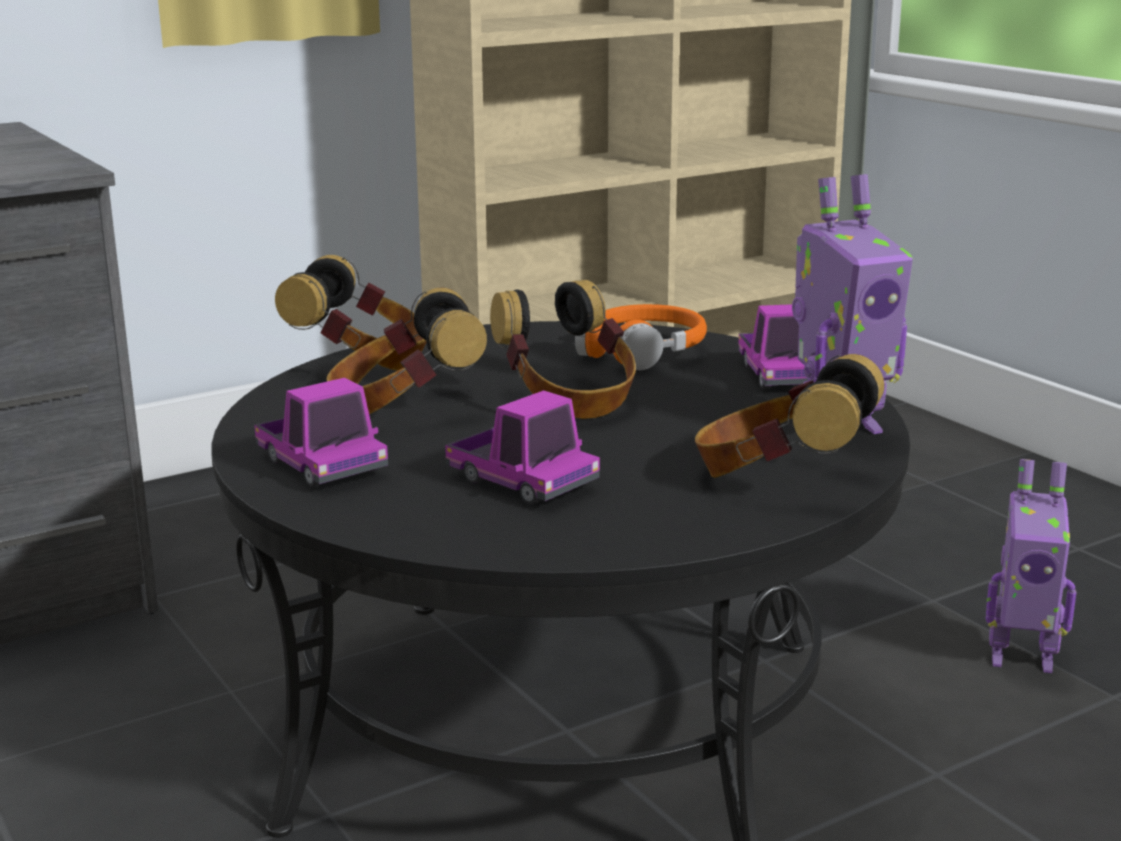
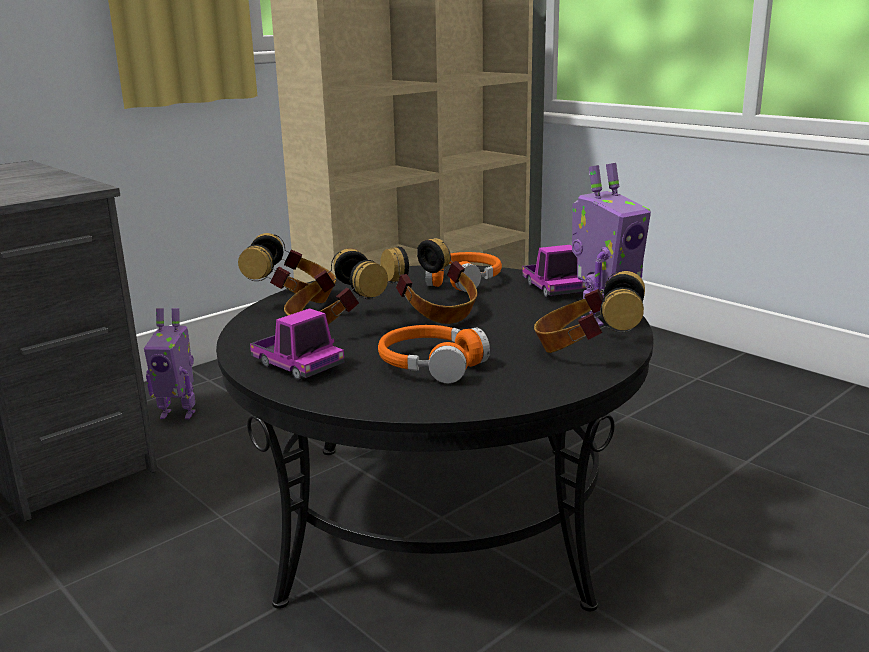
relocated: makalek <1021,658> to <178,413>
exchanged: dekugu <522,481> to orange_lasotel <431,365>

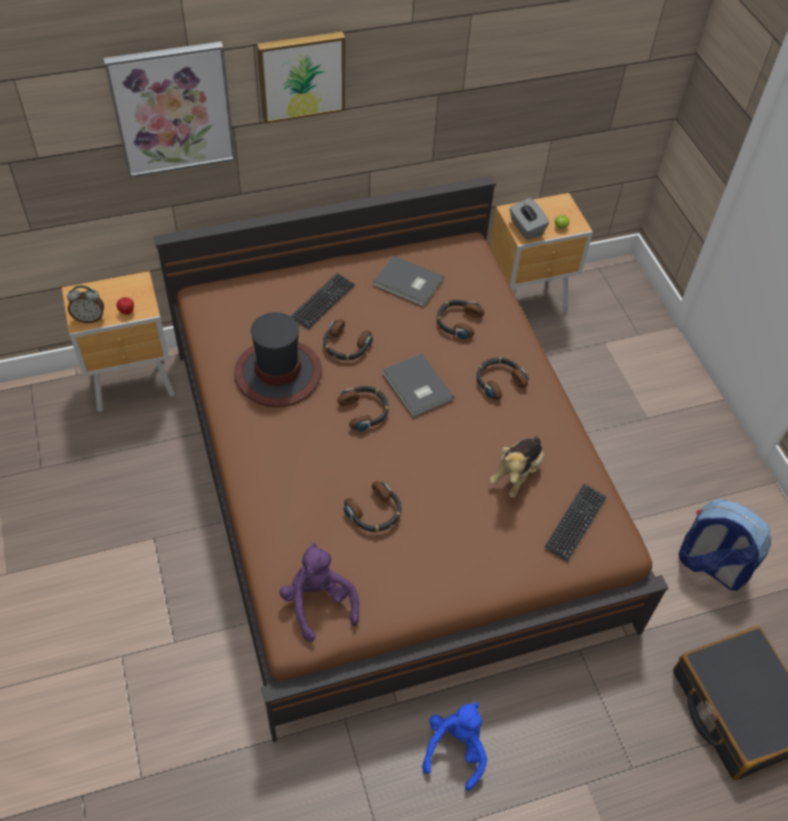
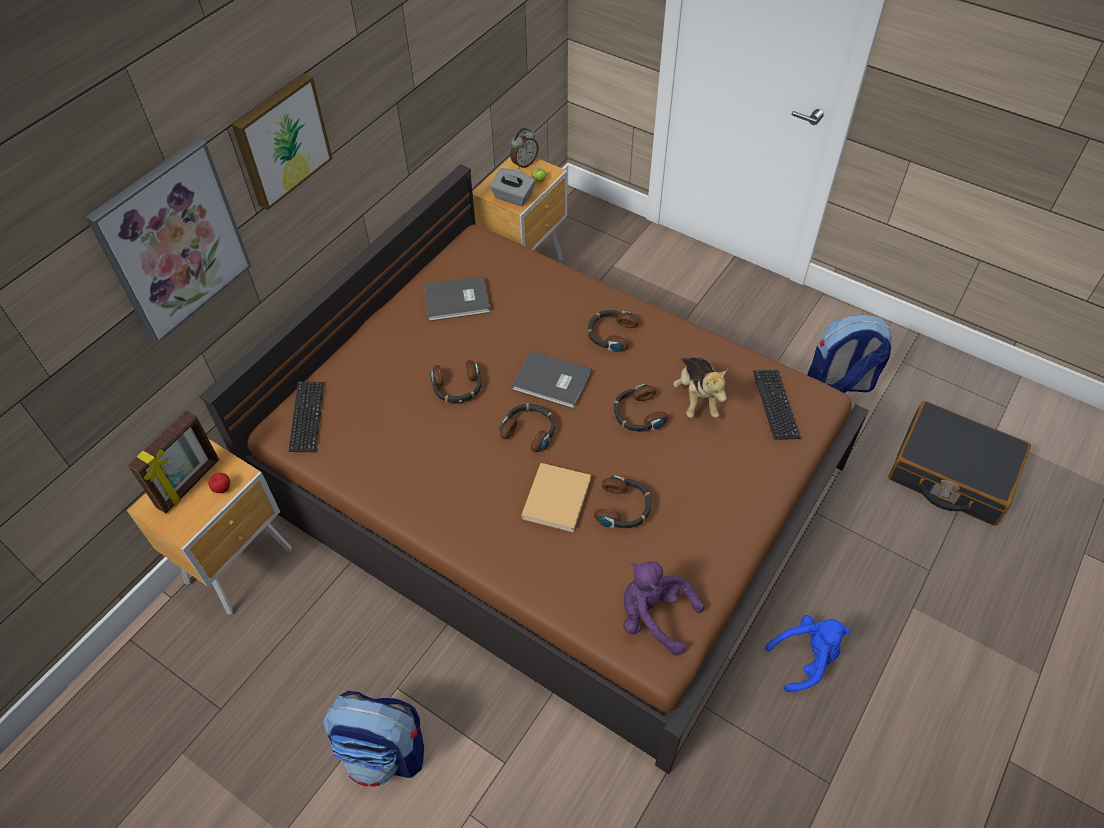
missing: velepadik <278,373>
appeared: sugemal <189,484>; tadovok <384,752>; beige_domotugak <557,497>
relocated: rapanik <323,302> to <307,417>; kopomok <89,318> to <524,163>; lasotel <457,322> to <637,414>
spun: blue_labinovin <456,749> = <805,659> 90 degrees clockwise

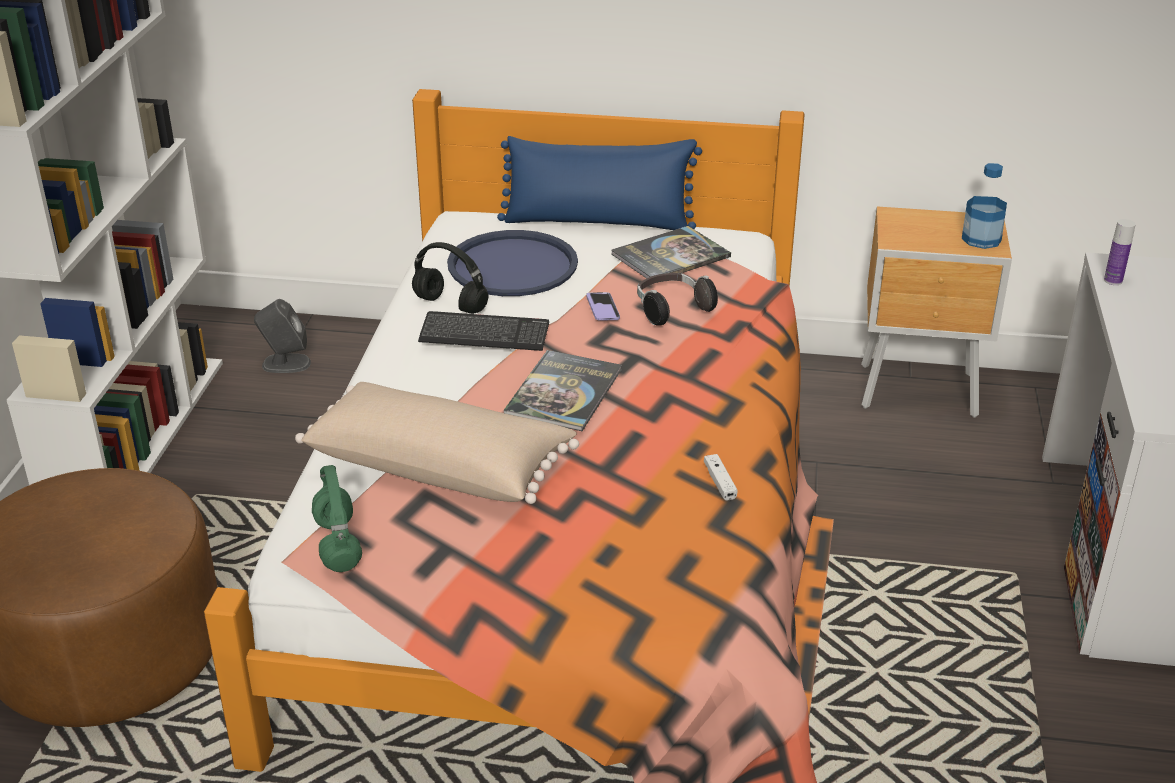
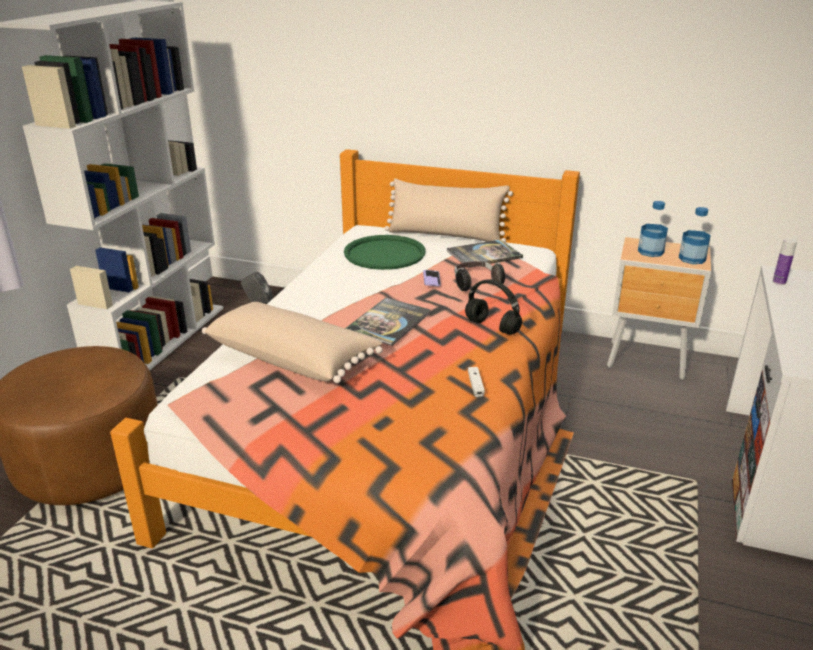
missing: green_lasotel <337,544>; rapanik <484,334>
appeared: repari <650,252>
relocated: black_lasotel <452,305> to <493,327>
colour: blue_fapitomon <513,265> to green_fapitomon <385,253>; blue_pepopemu <598,222> to beige_pepopemu <445,235>

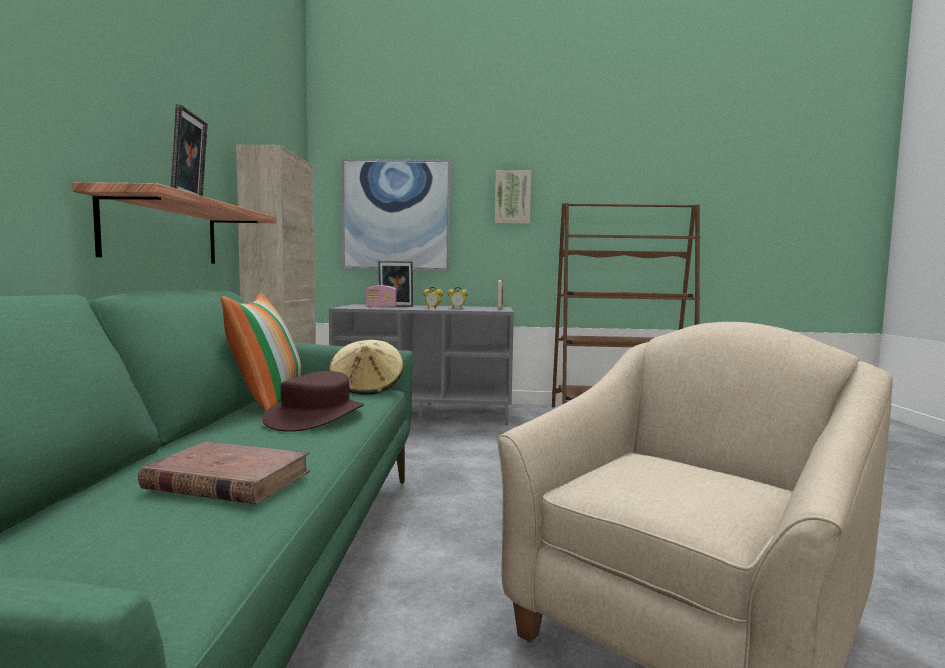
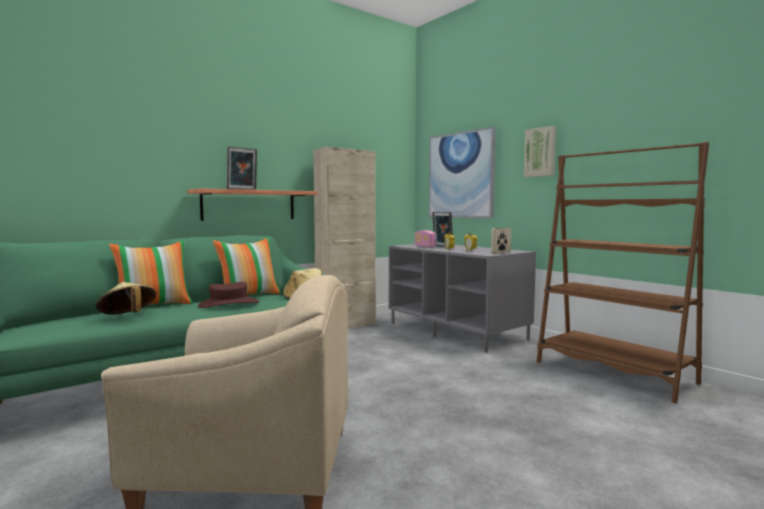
appeared: pepopemu <154,306>
exchanged: brown_domotugak <227,480> to beige_velepadik <127,317>

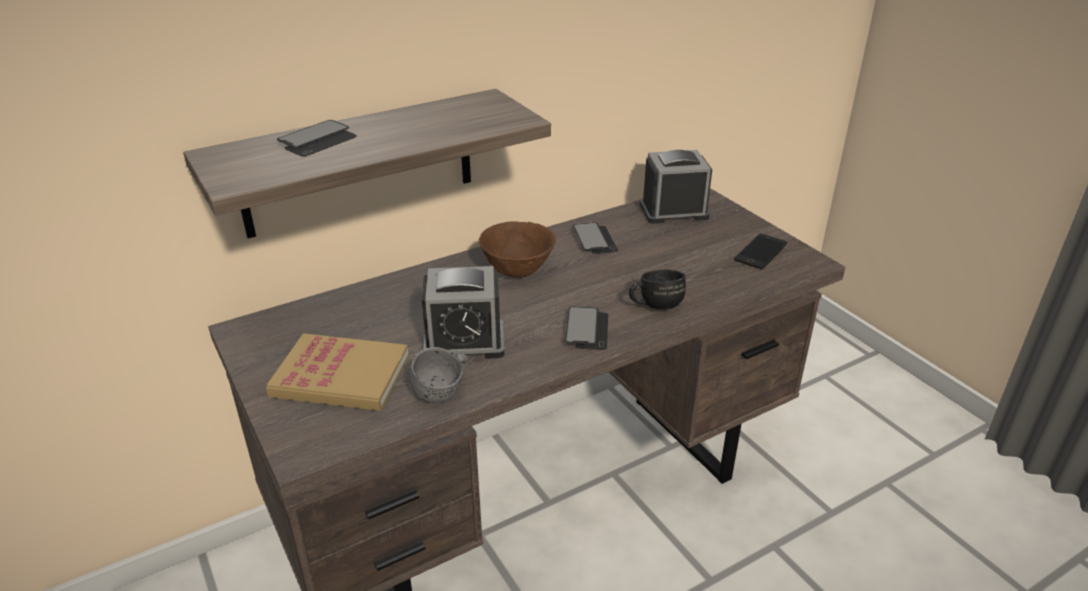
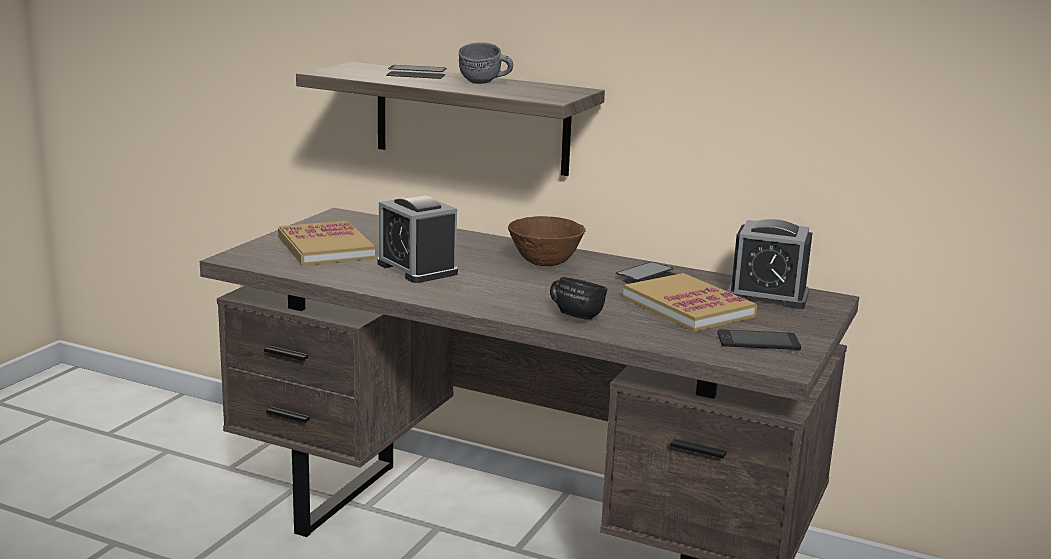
missing: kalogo <587,330>
appeared: domotugak <688,307>
relocated: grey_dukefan <444,393> to <485,83>
spun: kopomok <673,211> = <767,295> 150 degrees clockwise

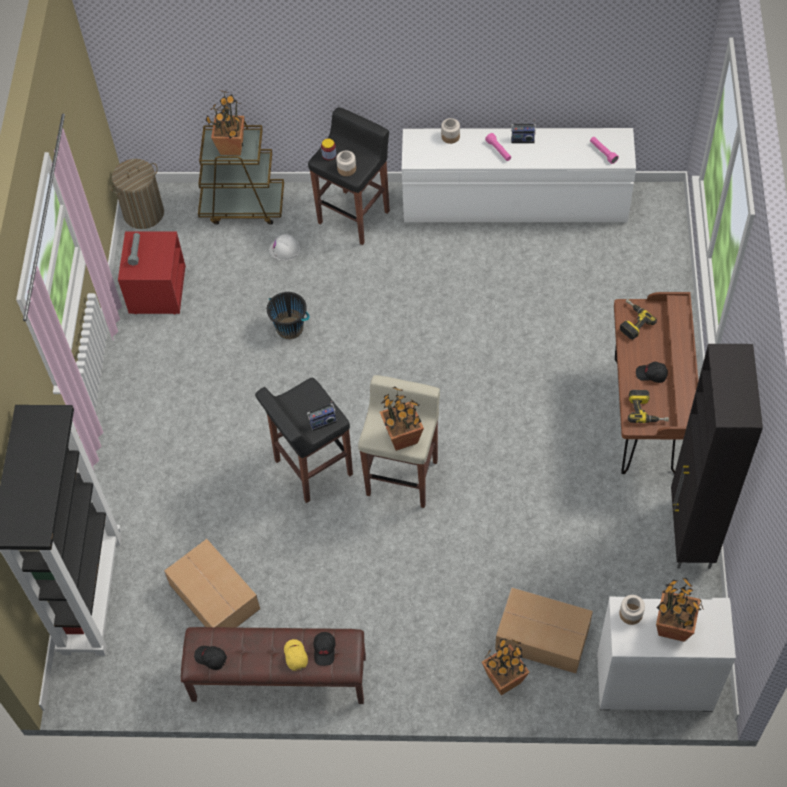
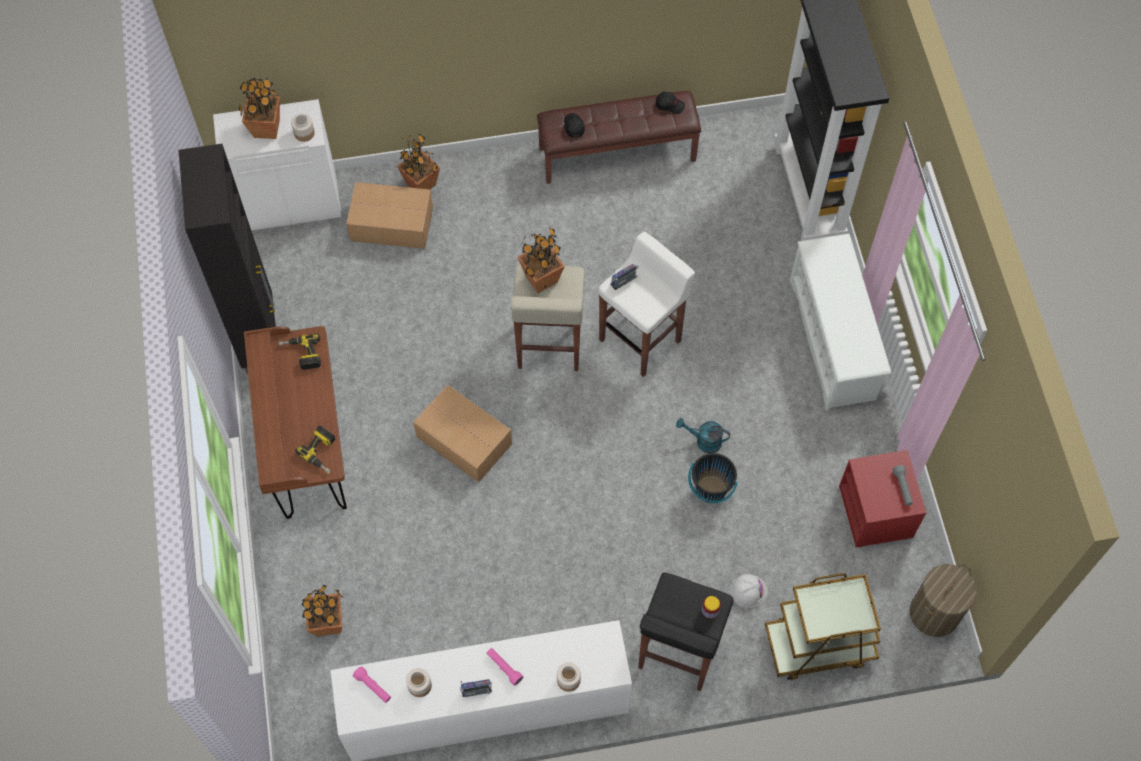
missing: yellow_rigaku <295,656>; black_rigaku <651,375>
appeared: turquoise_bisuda <703,441>; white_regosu <832,340>
relocated: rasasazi <231,147> to <328,623>; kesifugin <346,169> to <420,686>; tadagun <214,595> to <464,441>
colour: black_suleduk <312,468> to white_suleduk <641,340>

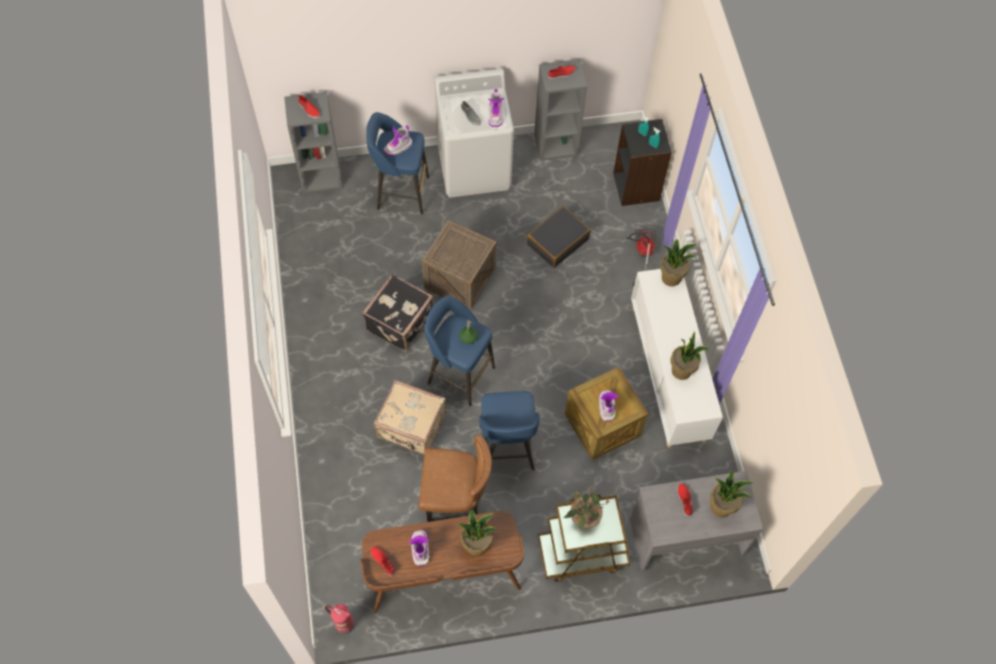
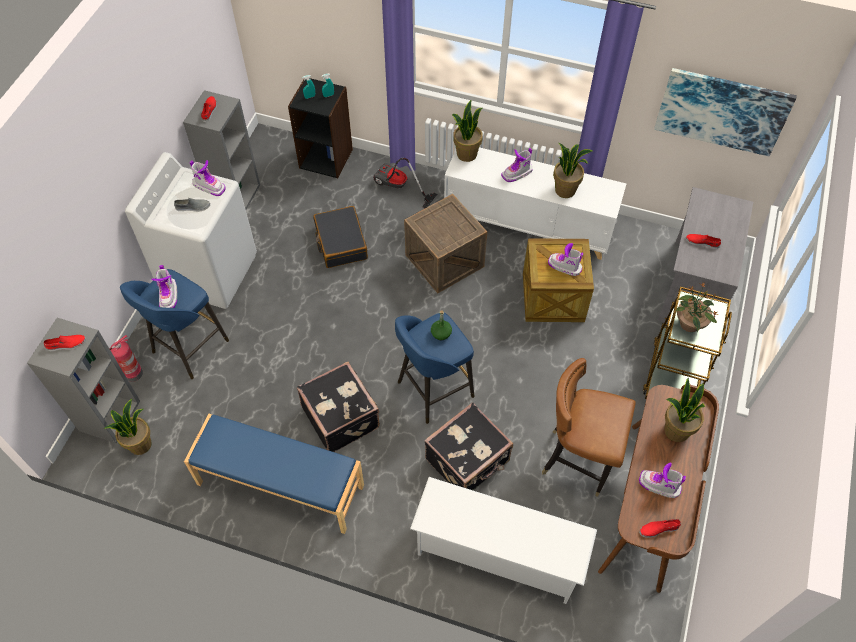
missing: blue_suleduk <506,449>
appeared: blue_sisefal <280,485>; white_regosu <498,554>; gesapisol <517,173>; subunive <722,111>
relocated: rasasazi <721,506> to <140,444>; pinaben <343,624> to <132,374>; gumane <459,278> to <444,260>
colour: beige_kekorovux <411,427> to black_kekorovux <468,461>
spun: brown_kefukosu <456,507> = <578,460> 105 degrees counterclockwise

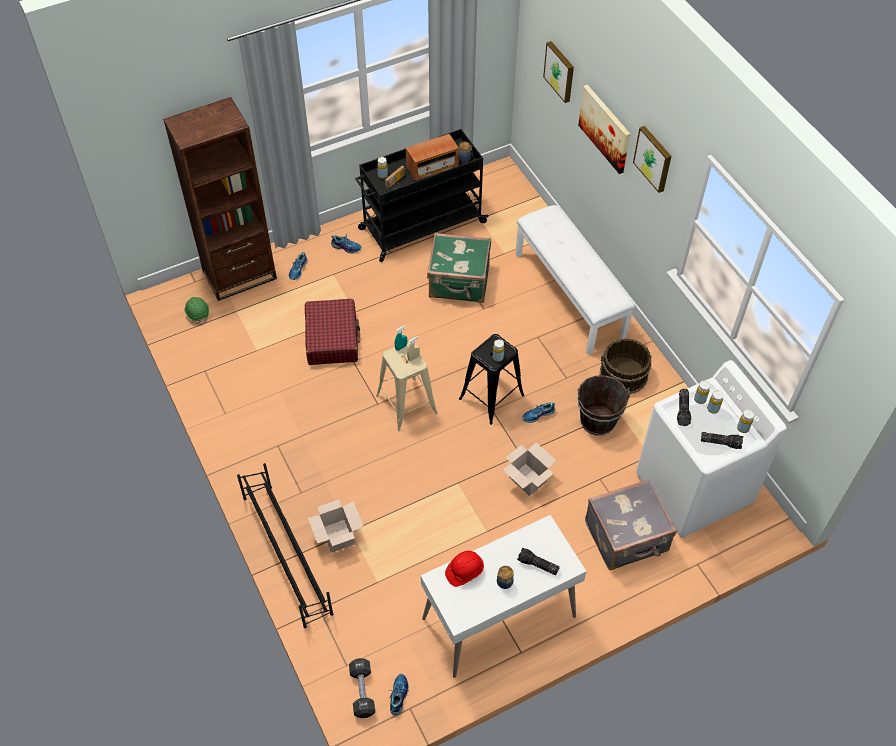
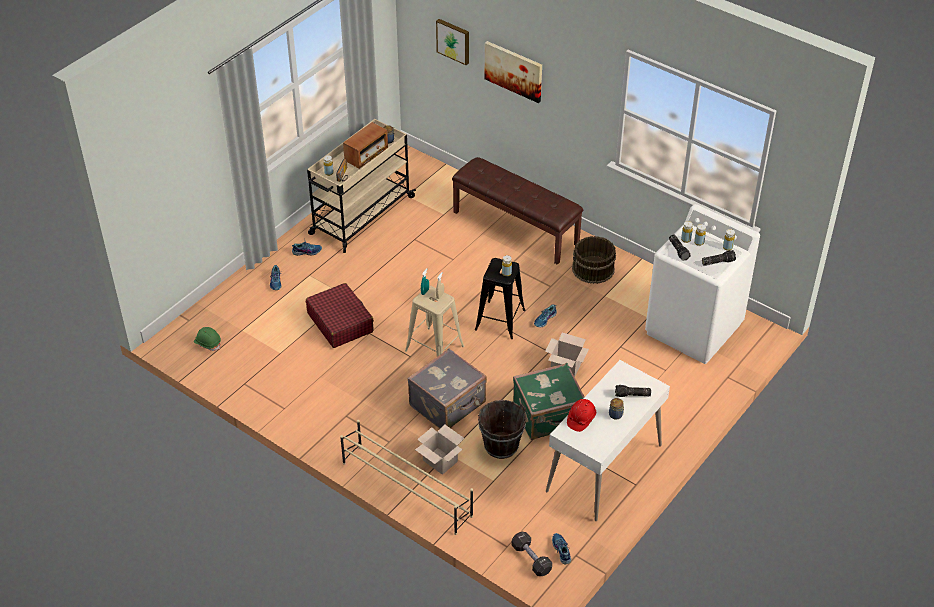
missing: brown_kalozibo <239,275>; subunive <654,158>
relocated: grey_kekorovux <627,538> to <448,405>; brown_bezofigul <597,421> to <501,446>; green_kekorovux <459,283> to <549,417>
colour: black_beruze <421,226> to beige_beruze <361,216>; black_regosu <287,553> to beige_regosu <406,489>; white_sisefal <570,295> to brown_sisefal <516,227>

